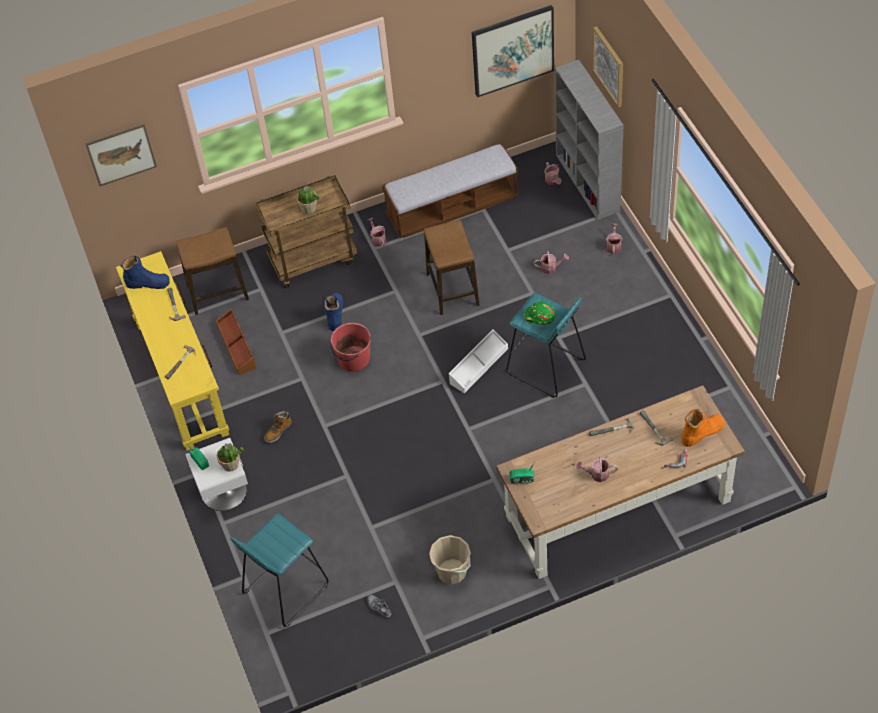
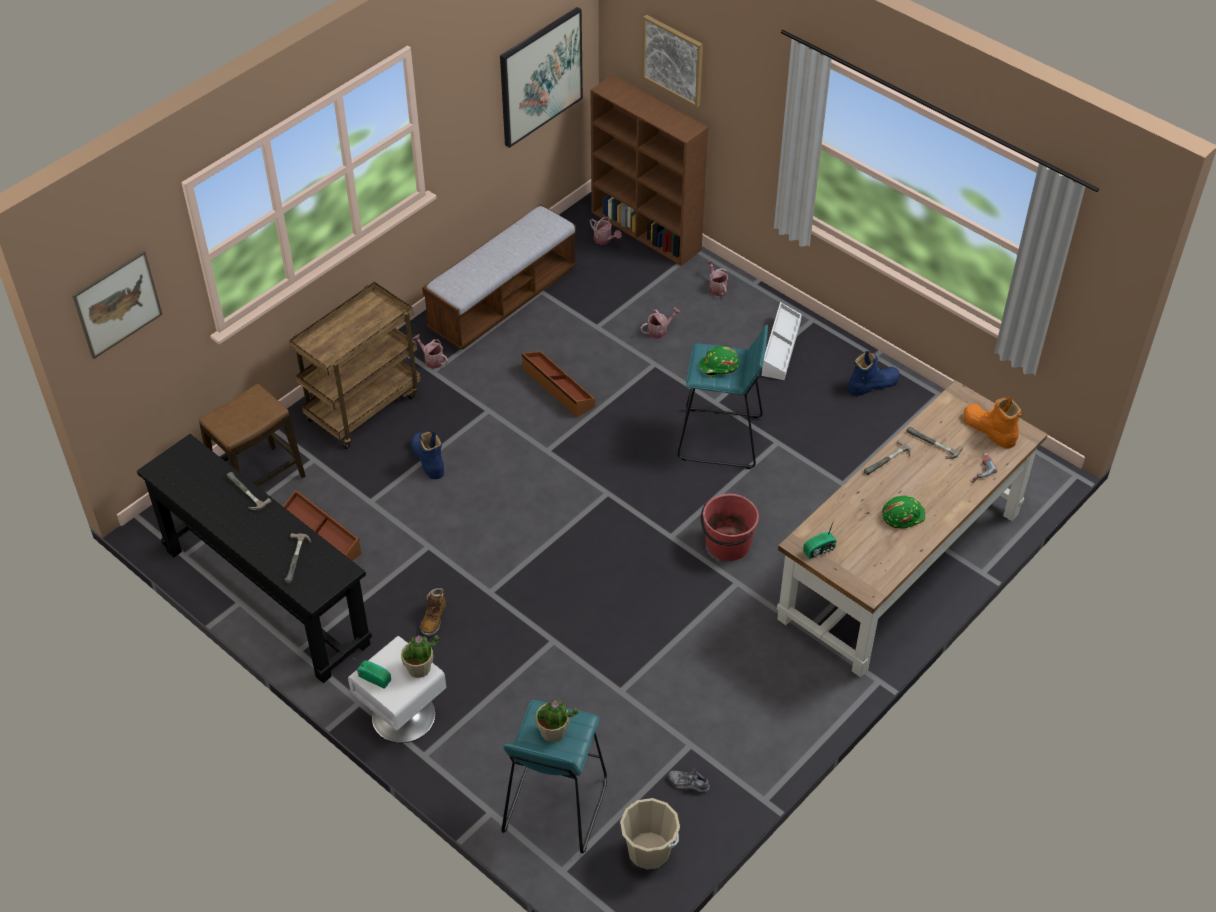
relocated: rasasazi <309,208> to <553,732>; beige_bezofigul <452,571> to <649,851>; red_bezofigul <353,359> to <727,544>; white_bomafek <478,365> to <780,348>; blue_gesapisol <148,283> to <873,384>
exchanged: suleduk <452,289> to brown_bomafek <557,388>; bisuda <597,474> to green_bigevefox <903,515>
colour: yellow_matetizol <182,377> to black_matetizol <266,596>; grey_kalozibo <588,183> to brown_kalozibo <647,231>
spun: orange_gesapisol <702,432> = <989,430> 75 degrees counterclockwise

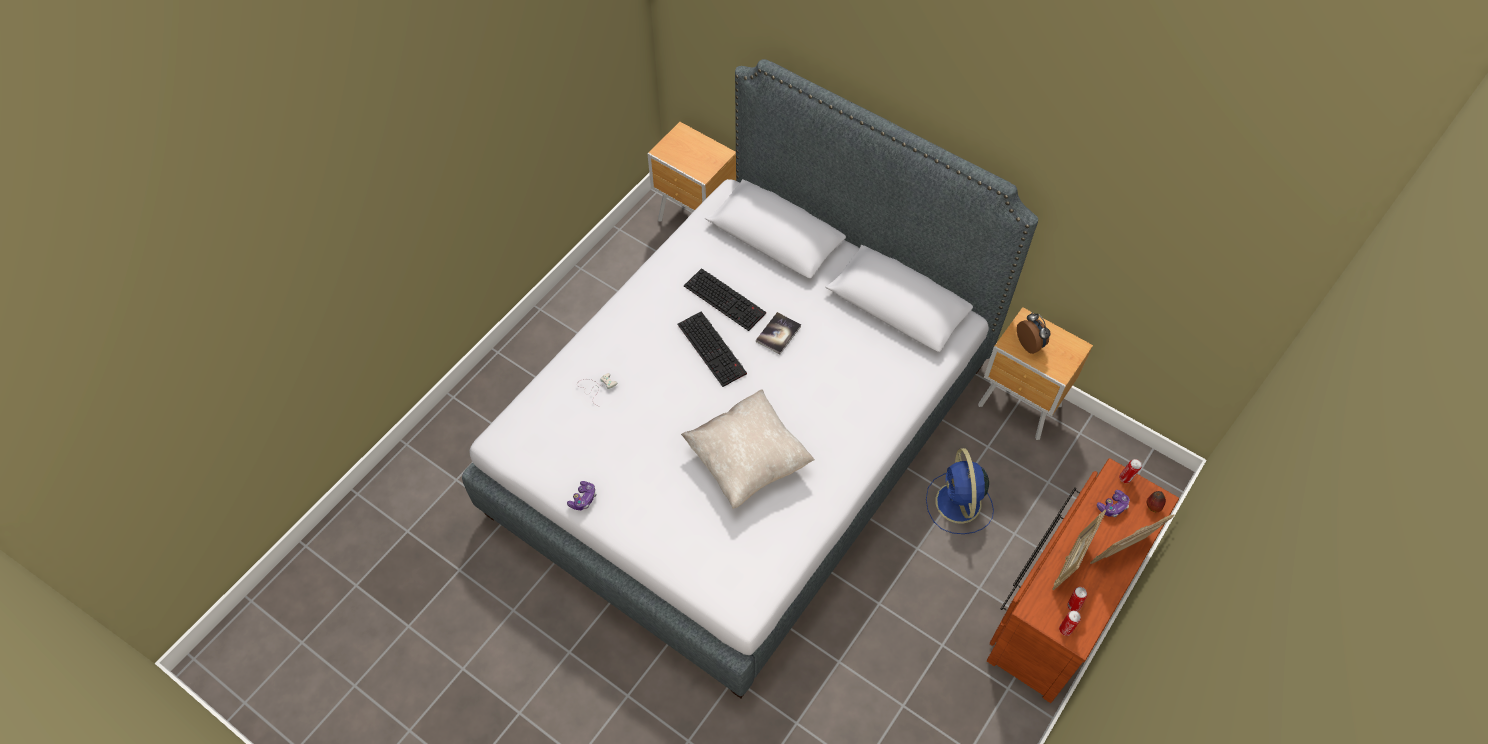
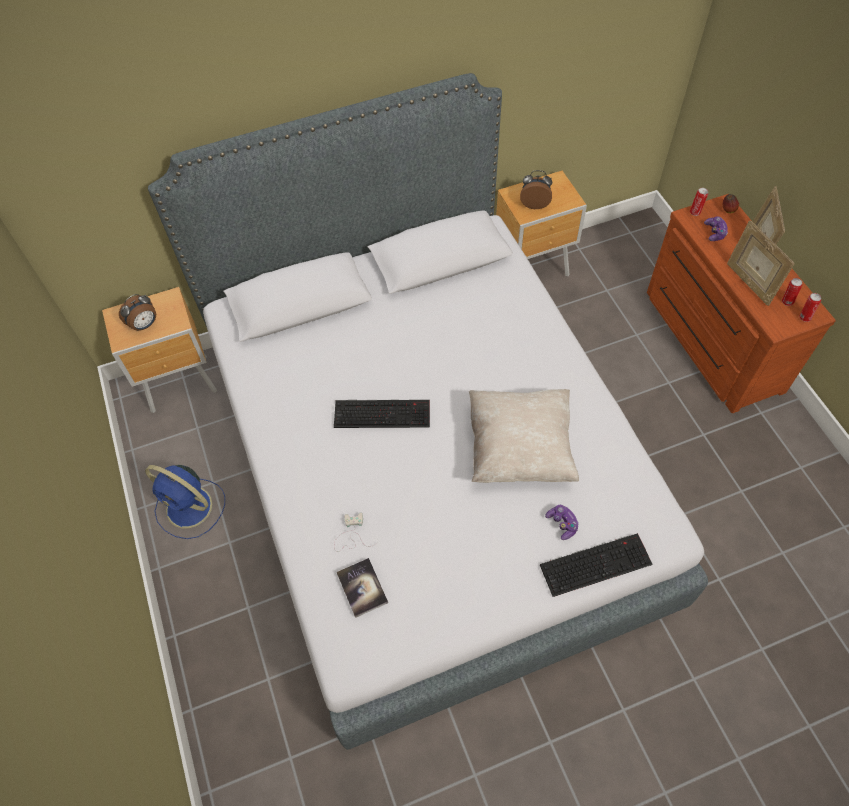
appeared: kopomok <145,325>
relocated: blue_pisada <958,504> to <191,508>; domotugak <778,334> to <362,588>; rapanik <726,299> to <596,563>; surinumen <583,498> to <562,524>

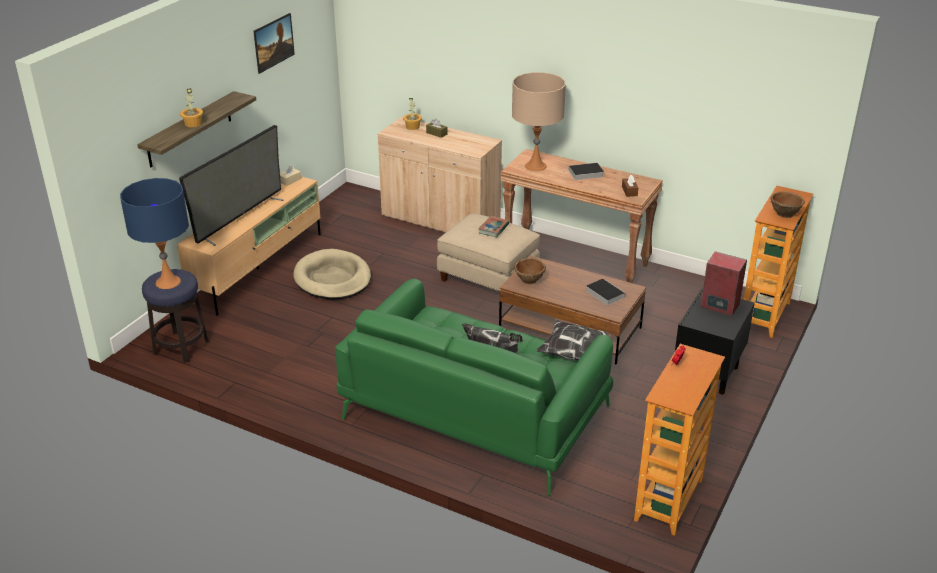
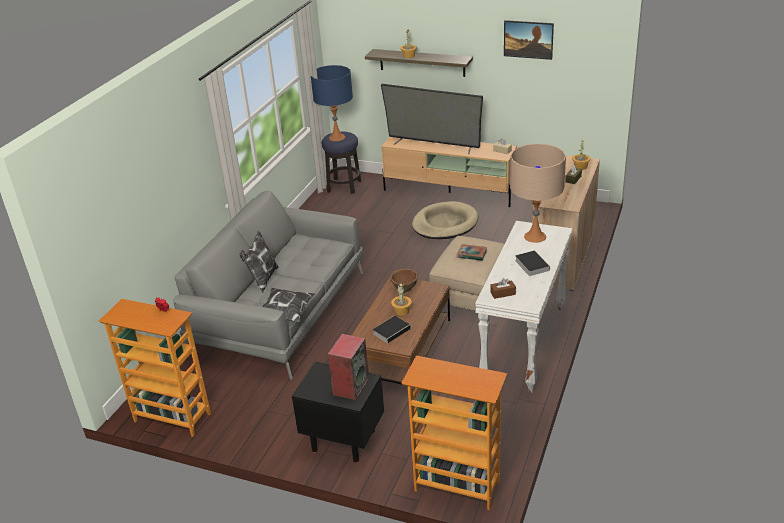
missing: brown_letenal <784,214>
appeared: rasasazi <402,310>
colour: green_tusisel <474,412> to grey_tusisel <280,311>; brown_matetizol <576,259> to white_matetizol <525,344>

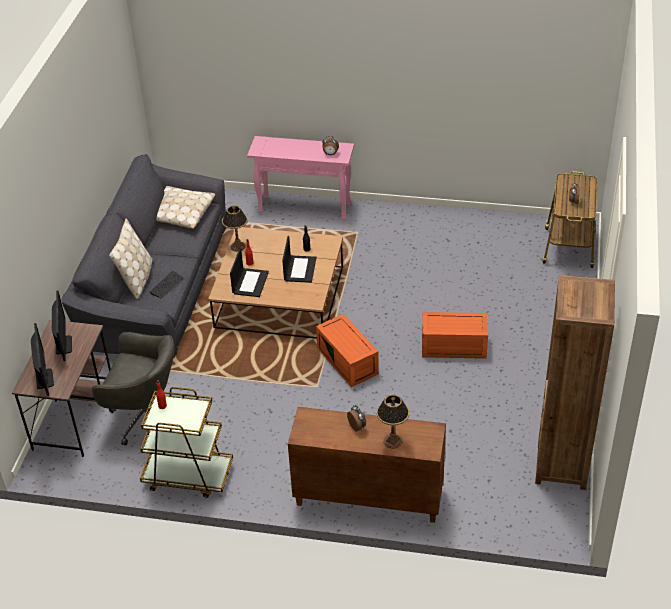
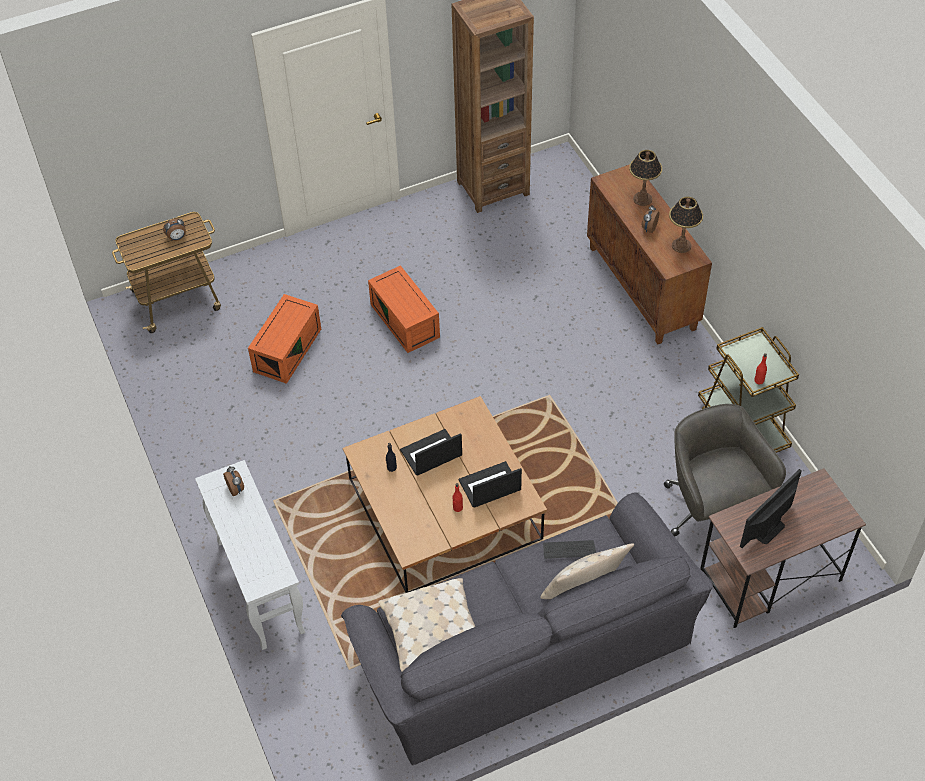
missing: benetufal <44,378>
relocated: orange_bomafek <349,361> to <287,349>; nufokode <237,246> to <681,245>
colour: pink_matetizol <305,208> to white_matetizol <259,585>

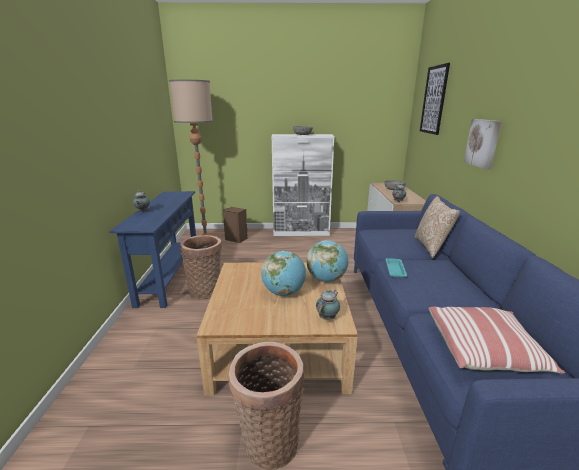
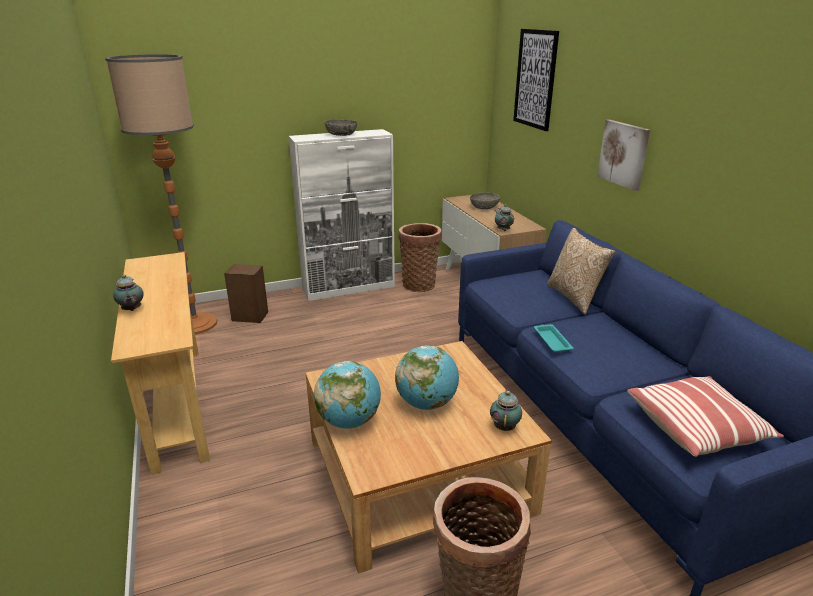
relocated: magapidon <326,279> to <349,421>; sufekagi <205,290> to <419,284>
colour: blue_matetizol <169,275> to beige_matetizol <177,404>

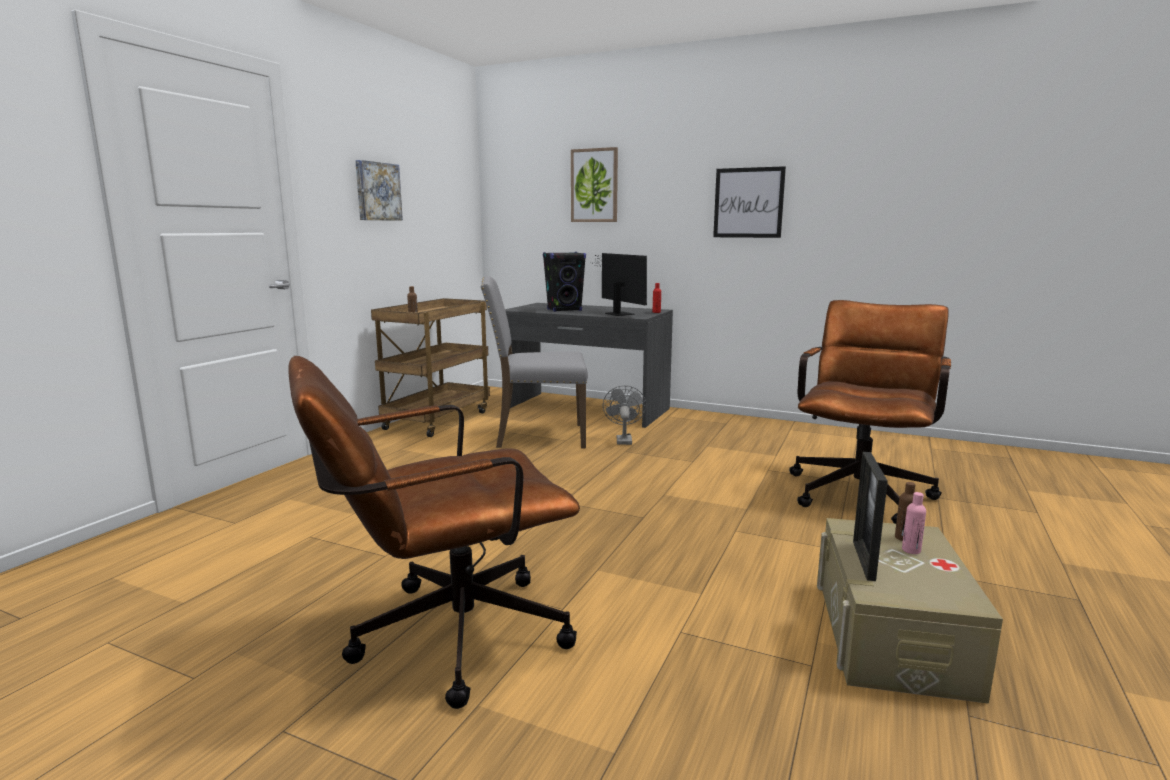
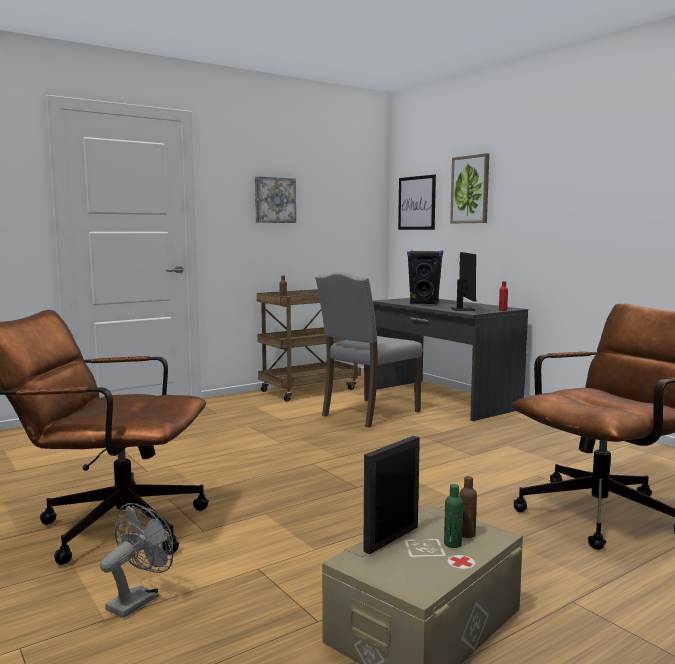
relocated: grey_pisada <623,439> to <139,599>; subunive <748,203> to <417,203>
colour: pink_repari <911,550> to green_repari <452,544>
spun: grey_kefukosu <538,436> = <368,413> 75 degrees counterclockwise

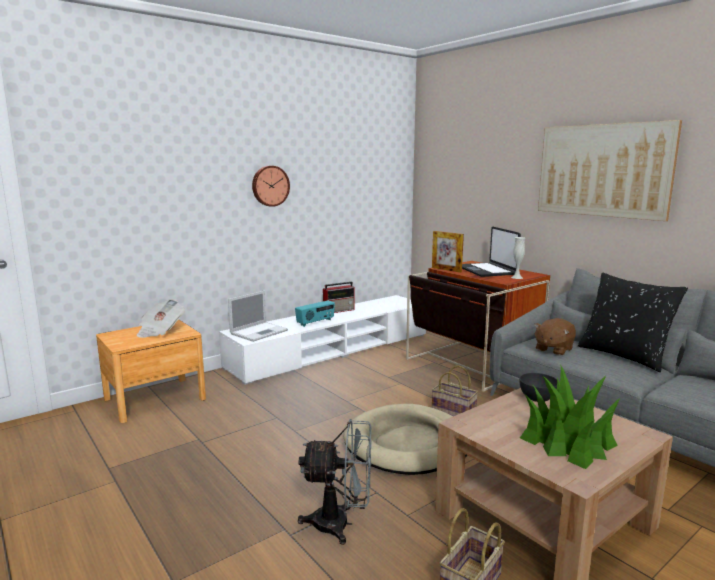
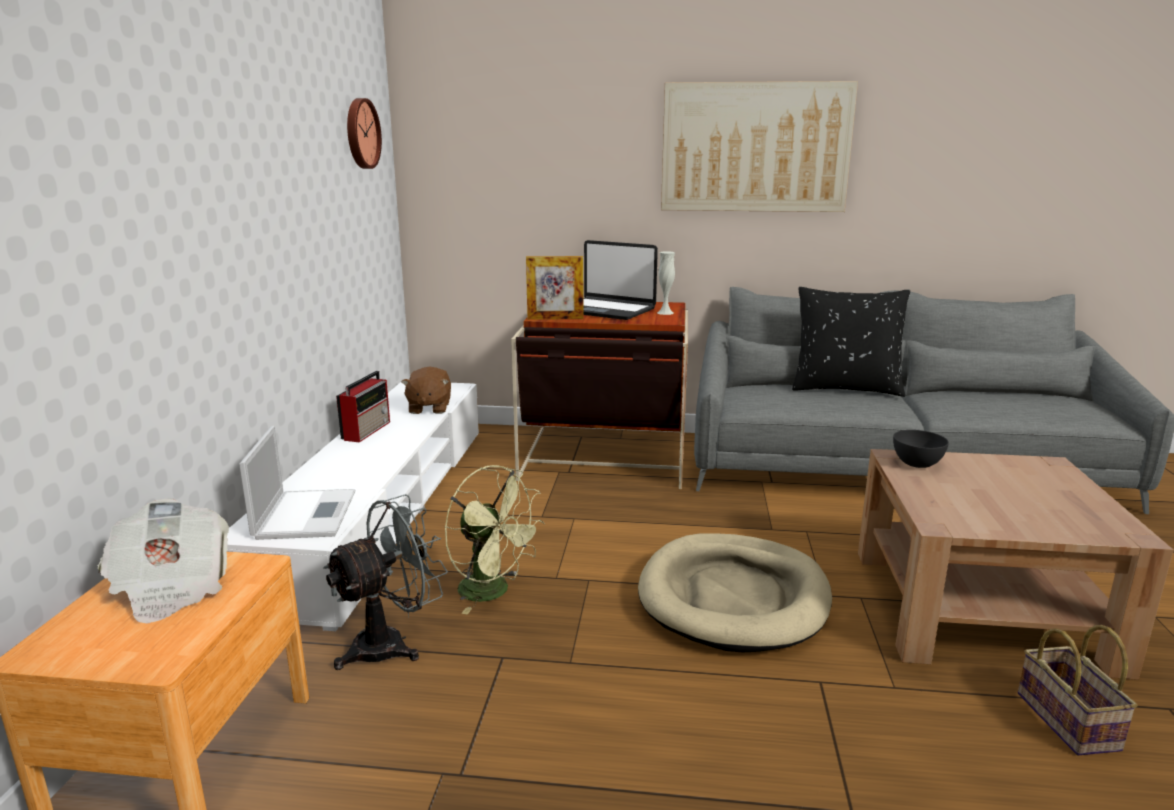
missing: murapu <315,322>; sufekagi <455,411>; rasasazi <567,441>
appeared: green_pisada <493,592>
relocated: grey_pisada <341,524> to <391,644>; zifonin <270,186> to <361,134>; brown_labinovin <553,349> to <429,408>

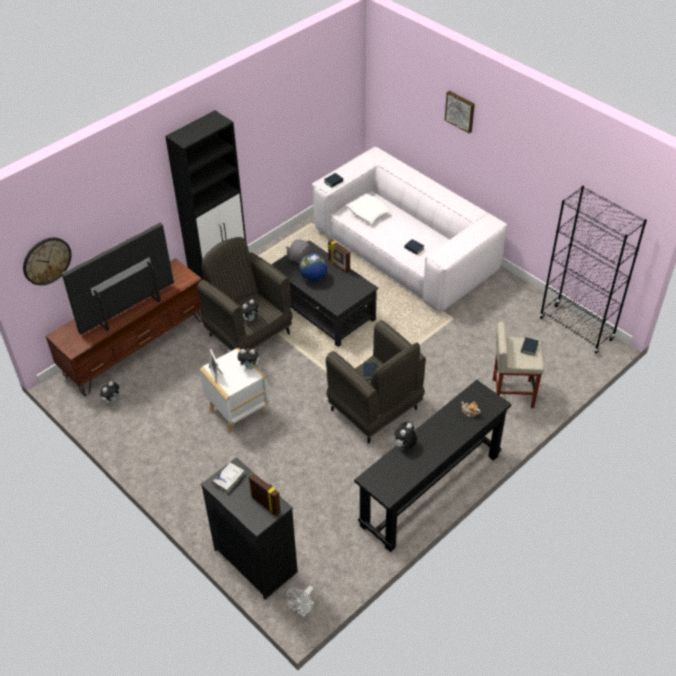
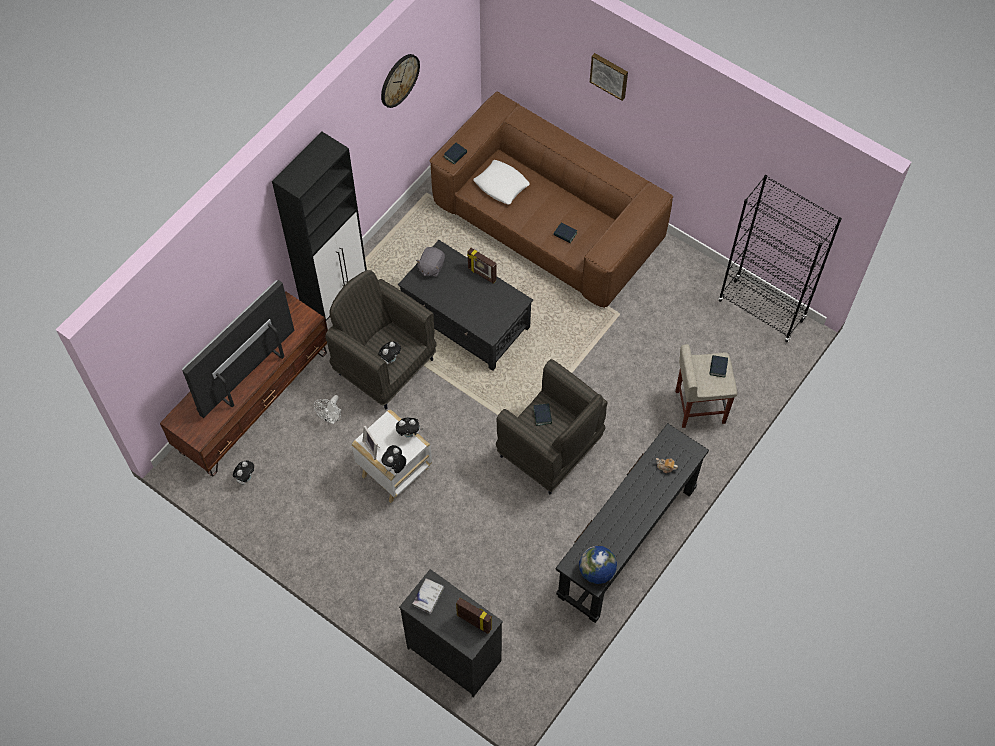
relocated: white_pisada <302,610> to <331,418>; zifonin <46,260> to <399,80>; labinovin <405,445> to <394,467>; magapidon <313,278> to <596,571>
colour: white_tusisel <405,250> to brown_tusisel <548,221>

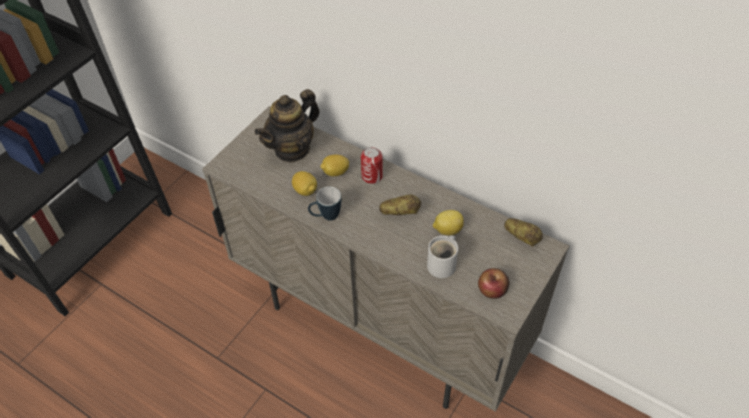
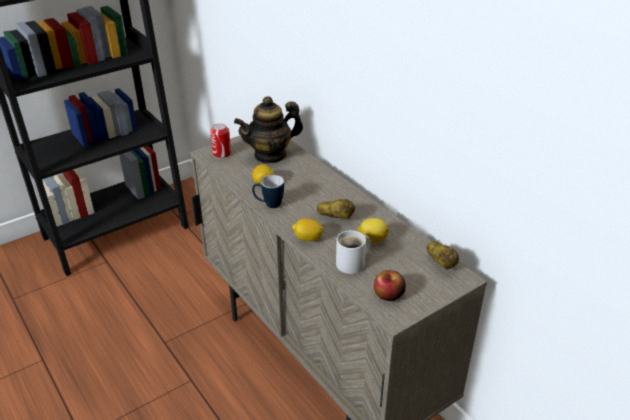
relocated: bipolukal <372,176> to <222,153>; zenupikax <335,172> to <308,239>

